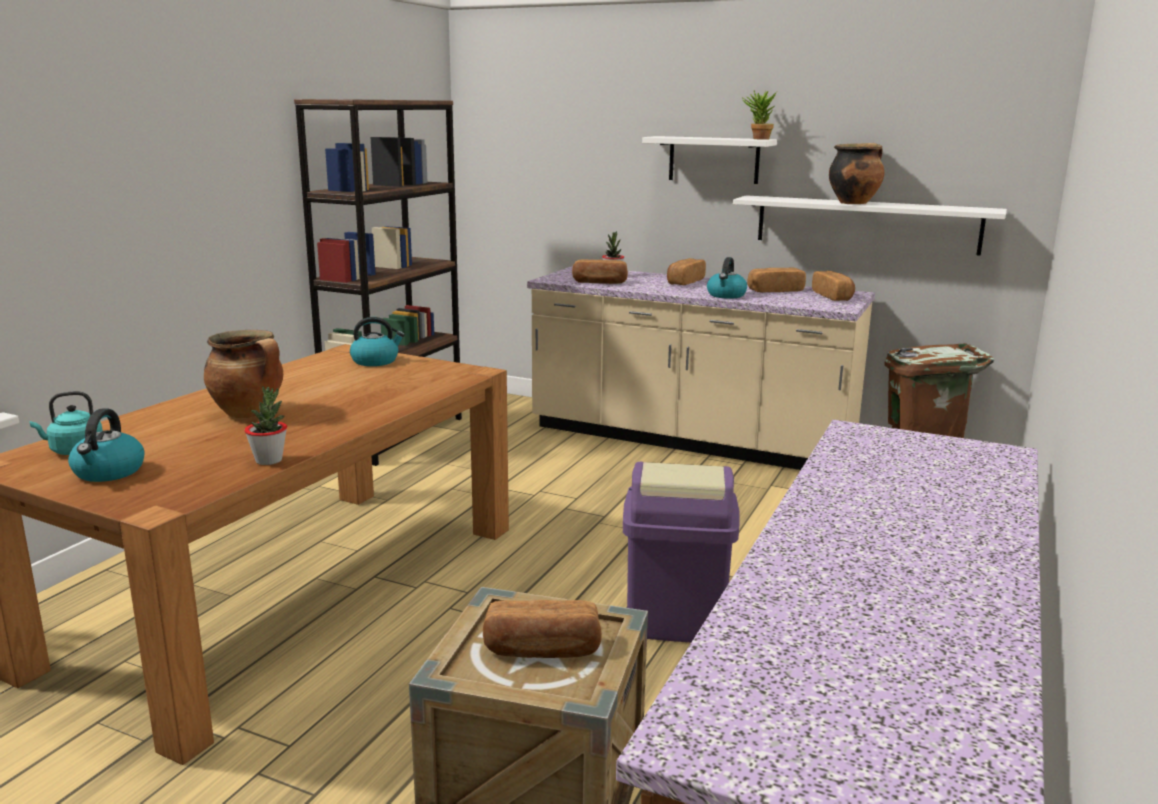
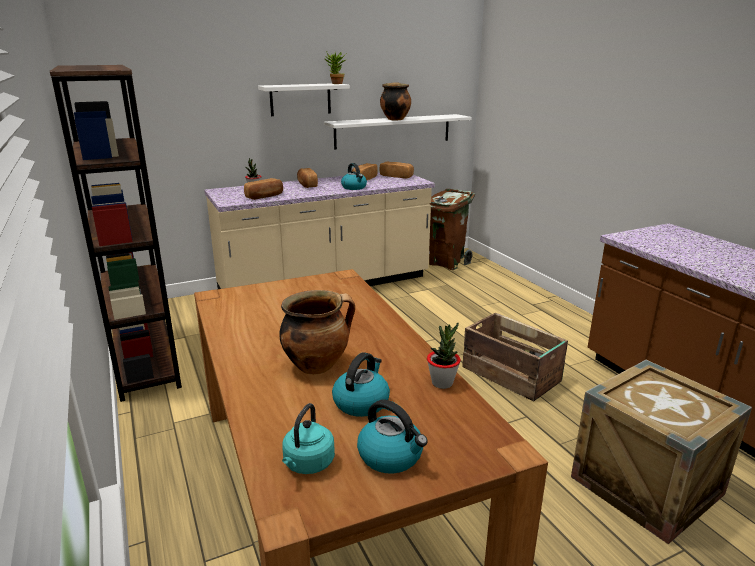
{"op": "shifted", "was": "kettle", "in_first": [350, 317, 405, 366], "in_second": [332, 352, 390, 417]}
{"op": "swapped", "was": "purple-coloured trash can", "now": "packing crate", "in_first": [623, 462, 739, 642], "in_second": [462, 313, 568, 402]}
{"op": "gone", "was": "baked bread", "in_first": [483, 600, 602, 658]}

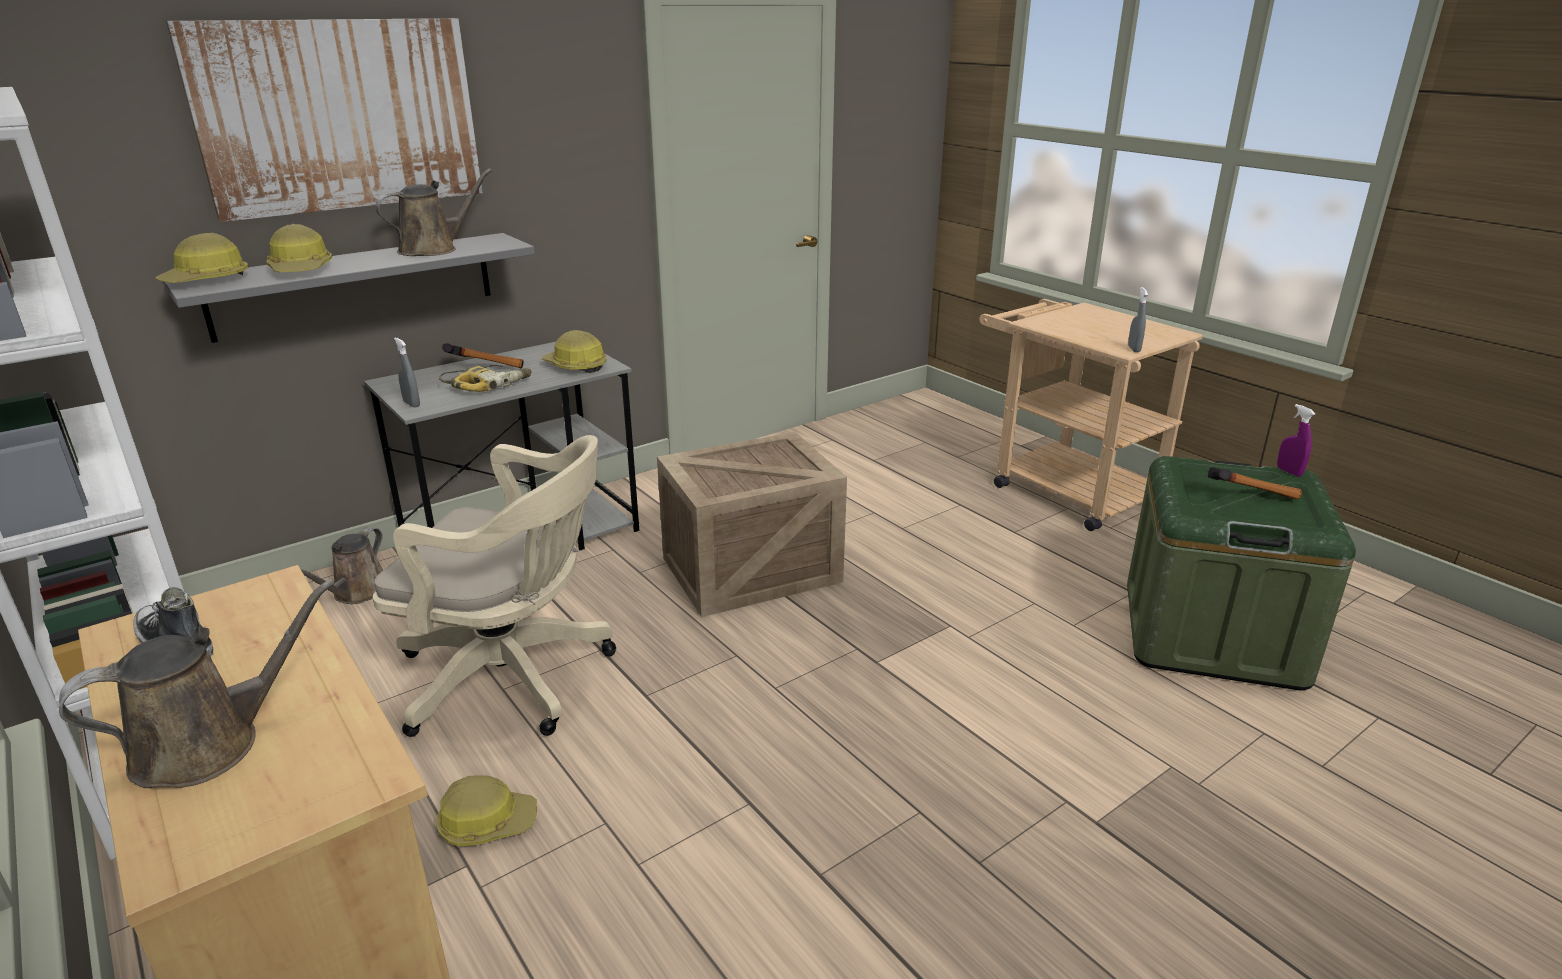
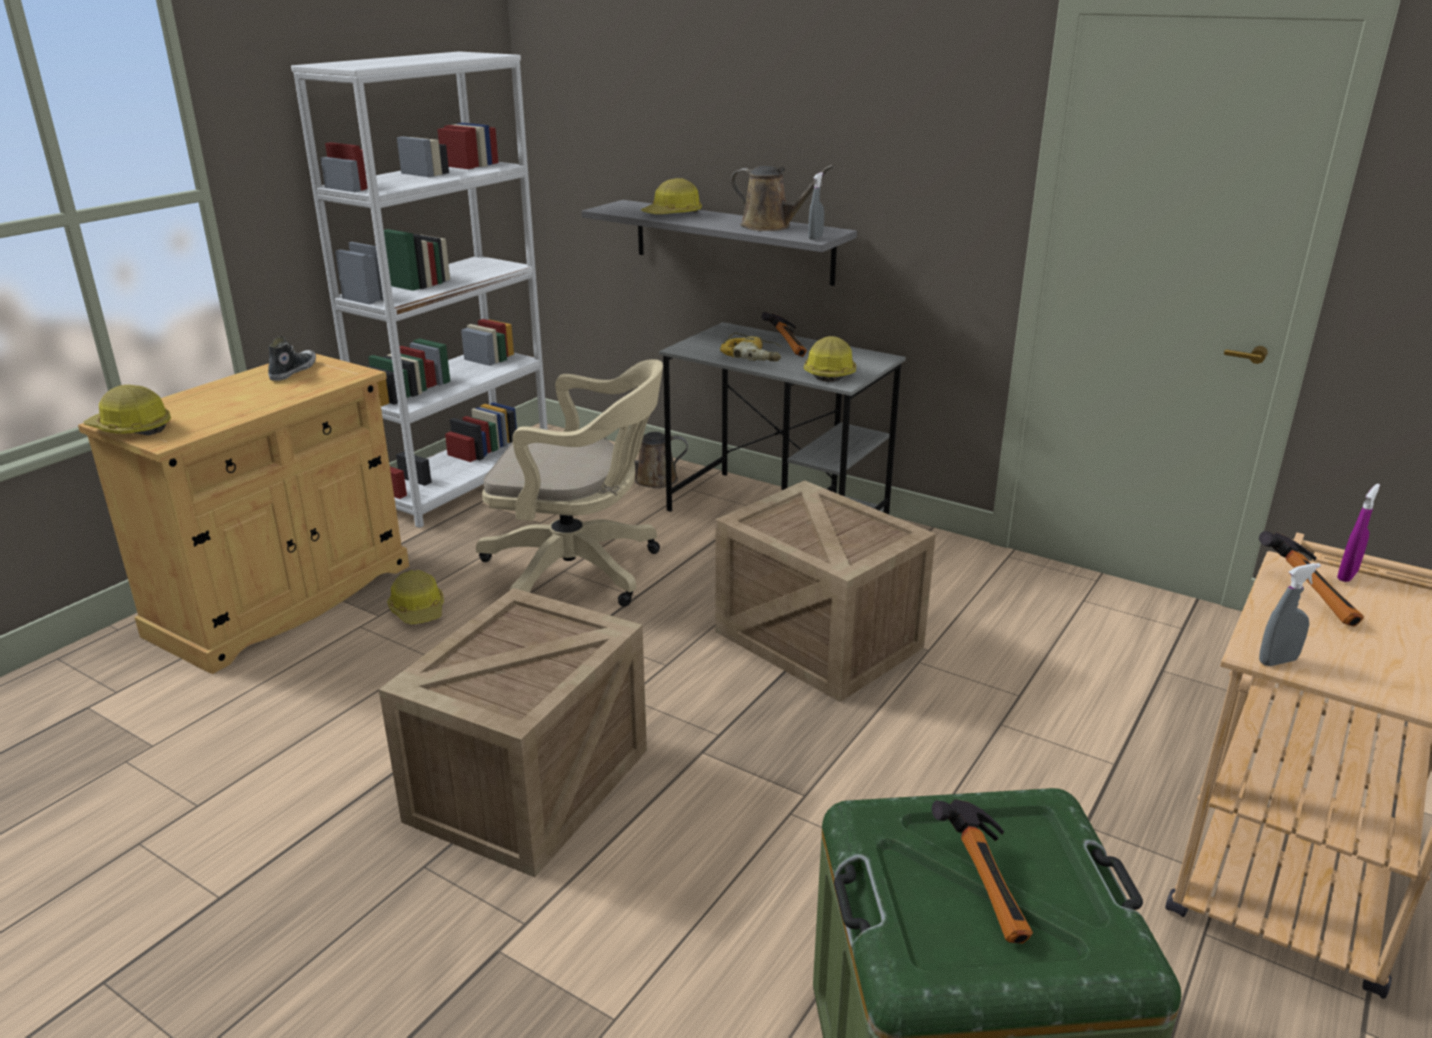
{"op": "shifted", "was": "work helmet", "in_first": [155, 233, 248, 283], "in_second": [84, 385, 171, 435]}
{"op": "new", "now": "packing crate", "in_second": [379, 588, 647, 877]}
{"op": "rotated", "was": "sand-coloured office chair", "in_first": [372, 435, 616, 737], "in_second": [476, 359, 663, 607], "clockwise": -75}
{"op": "shifted", "was": "greyish sprayer", "in_first": [394, 337, 420, 407], "in_second": [808, 172, 824, 240]}
{"op": "new", "now": "hammer", "in_second": [1259, 531, 1364, 627]}
{"op": "shifted", "was": "purple-coloured sprayer", "in_first": [1277, 404, 1315, 477], "in_second": [1337, 483, 1380, 582]}
{"op": "gone", "was": "brown-coloured watering can", "in_first": [59, 579, 335, 788]}
{"op": "gone", "was": "wall art", "in_first": [166, 18, 482, 222]}

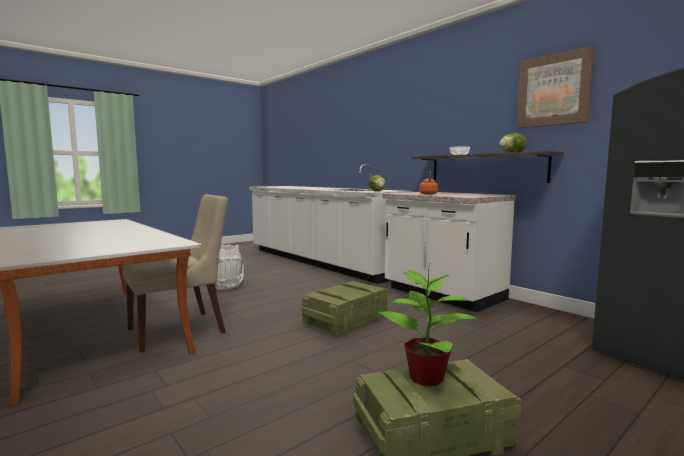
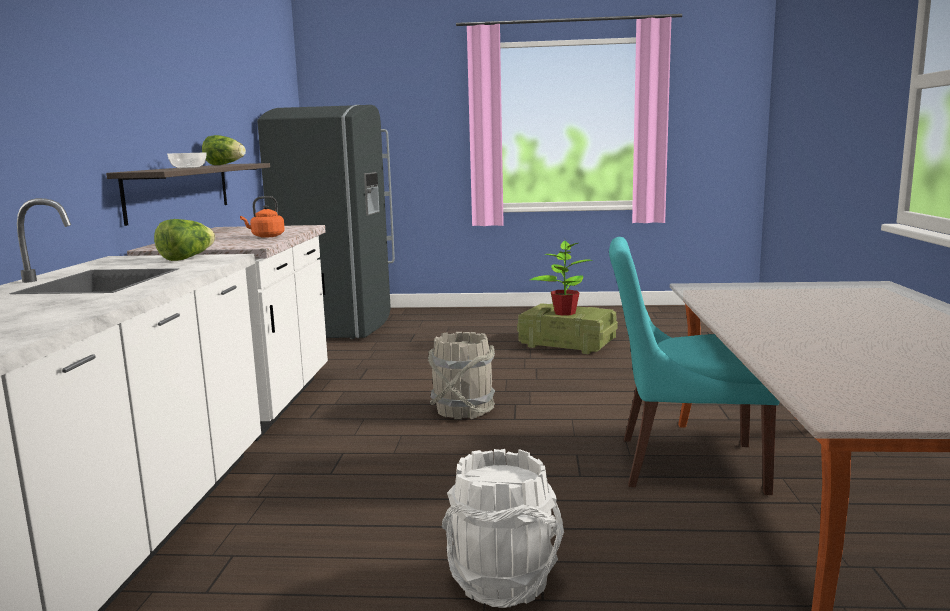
{"op": "swapped", "was": "packing crate", "now": "greyish pail", "in_first": [302, 281, 388, 336], "in_second": [428, 332, 495, 419]}
{"op": "repainted", "was": "sand-coloured upright chair", "now": "turquoise upright chair", "in_first": [122, 194, 228, 353], "in_second": [609, 237, 780, 495]}
{"op": "gone", "was": "wall art", "in_first": [517, 46, 595, 128]}

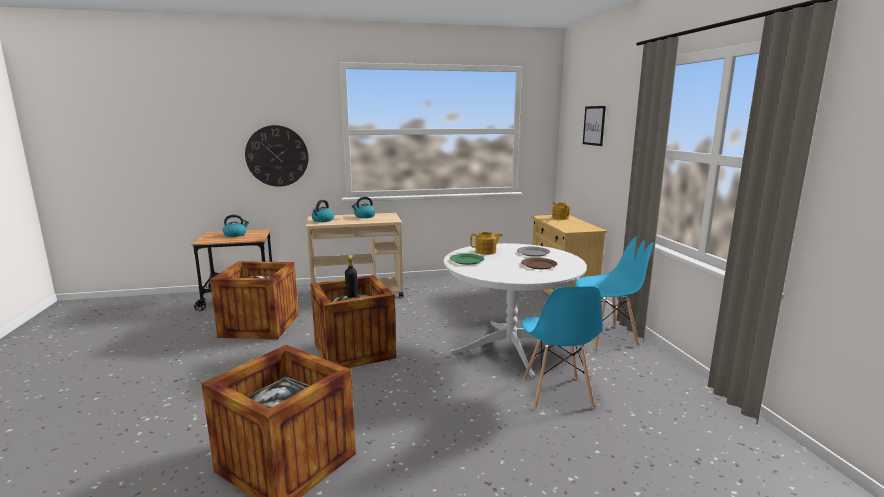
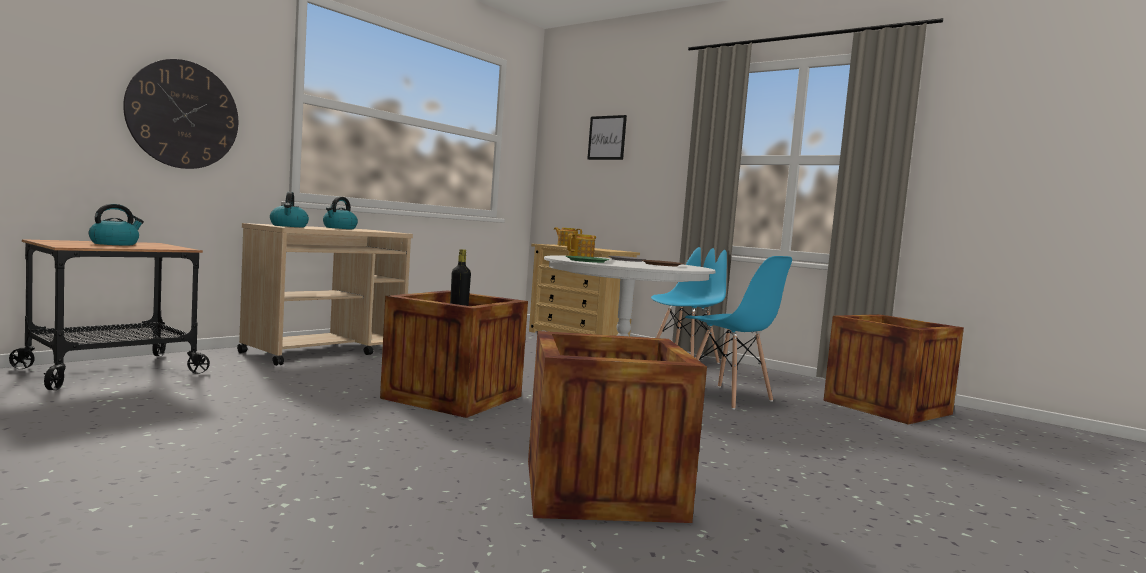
{"op": "shifted", "was": "packing crate", "in_first": [210, 261, 299, 339], "in_second": [823, 314, 964, 424]}

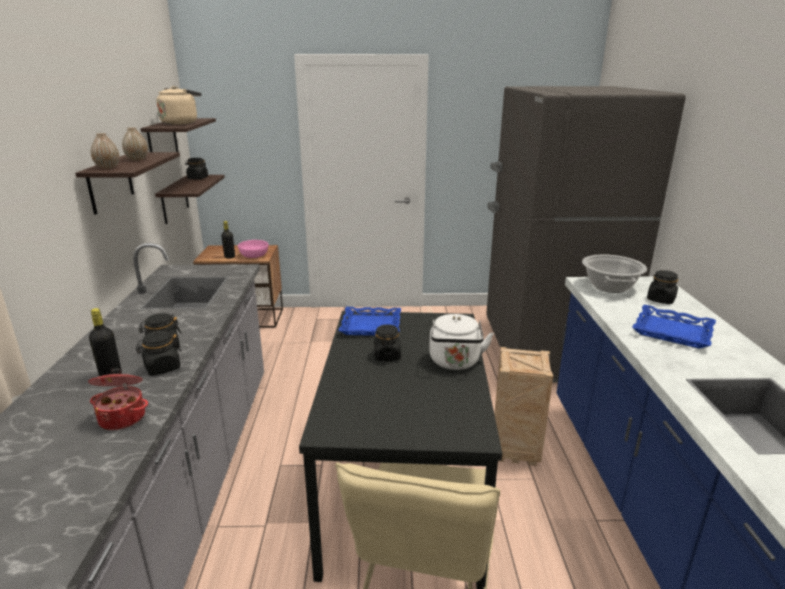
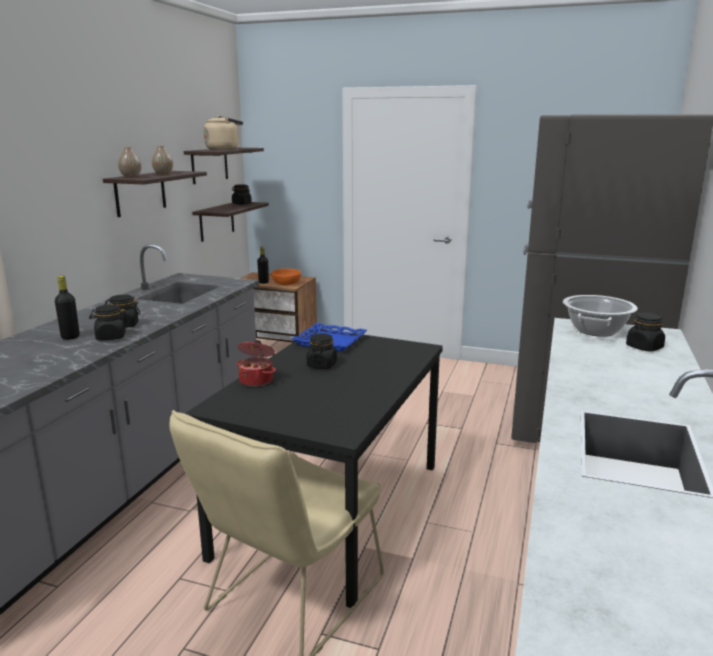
{"op": "shifted", "was": "stockpot", "in_first": [88, 368, 148, 430], "in_second": [236, 340, 276, 387]}
{"op": "repainted", "was": "pinkish deep dish", "now": "orangey deep dish", "in_first": [238, 240, 269, 258], "in_second": [271, 269, 301, 285]}
{"op": "gone", "was": "whitish kettle", "in_first": [429, 314, 494, 370]}
{"op": "gone", "was": "packing crate", "in_first": [494, 347, 553, 466]}
{"op": "gone", "was": "bluish tray", "in_first": [632, 305, 716, 349]}

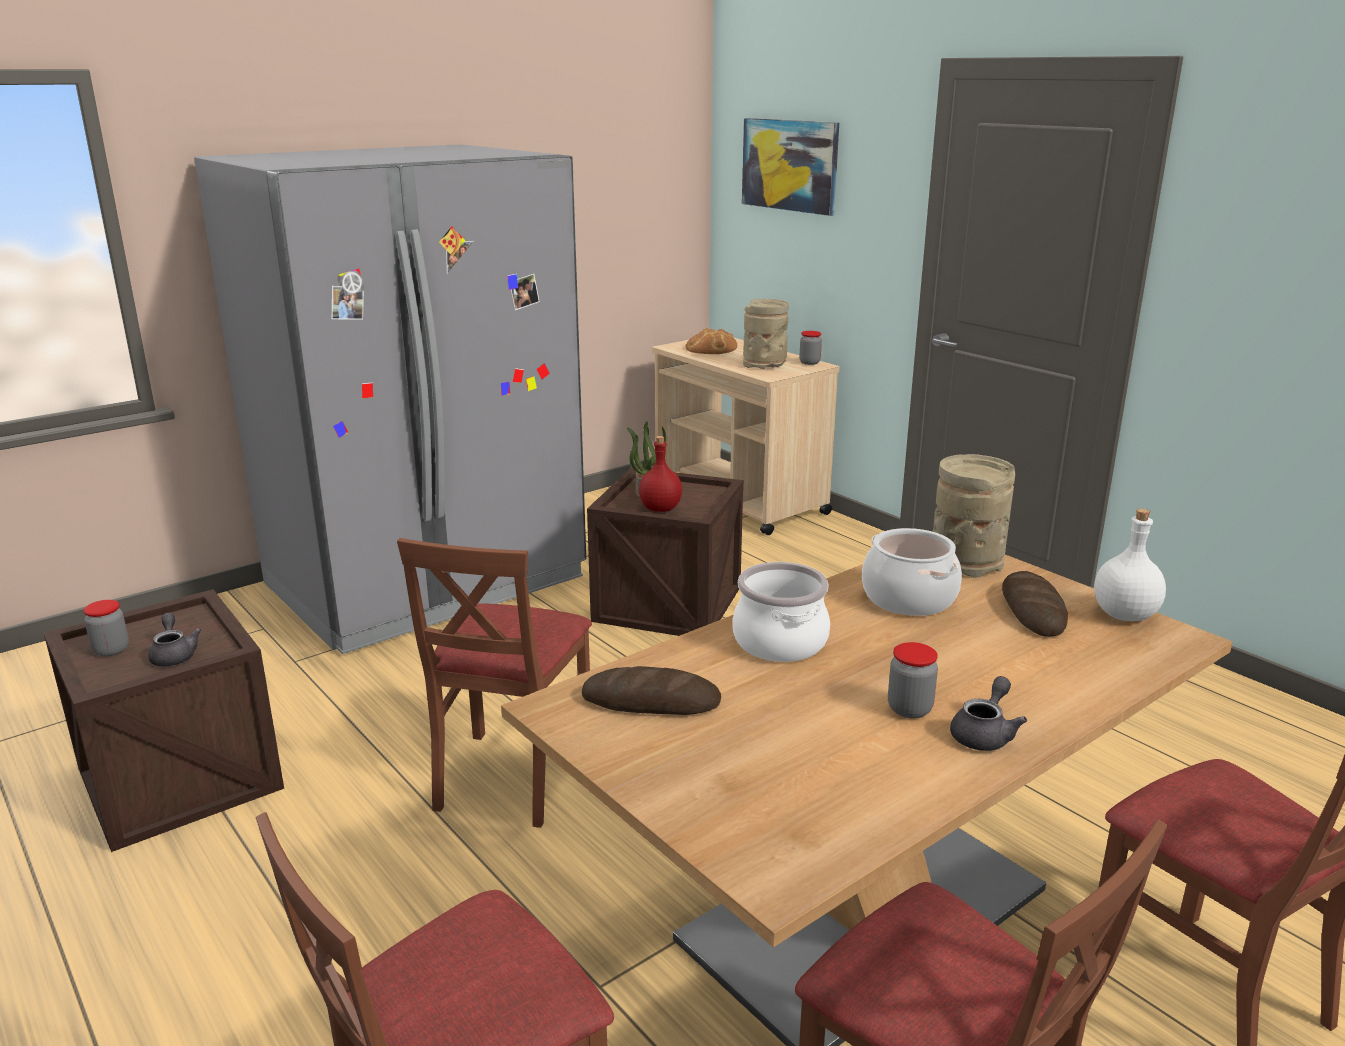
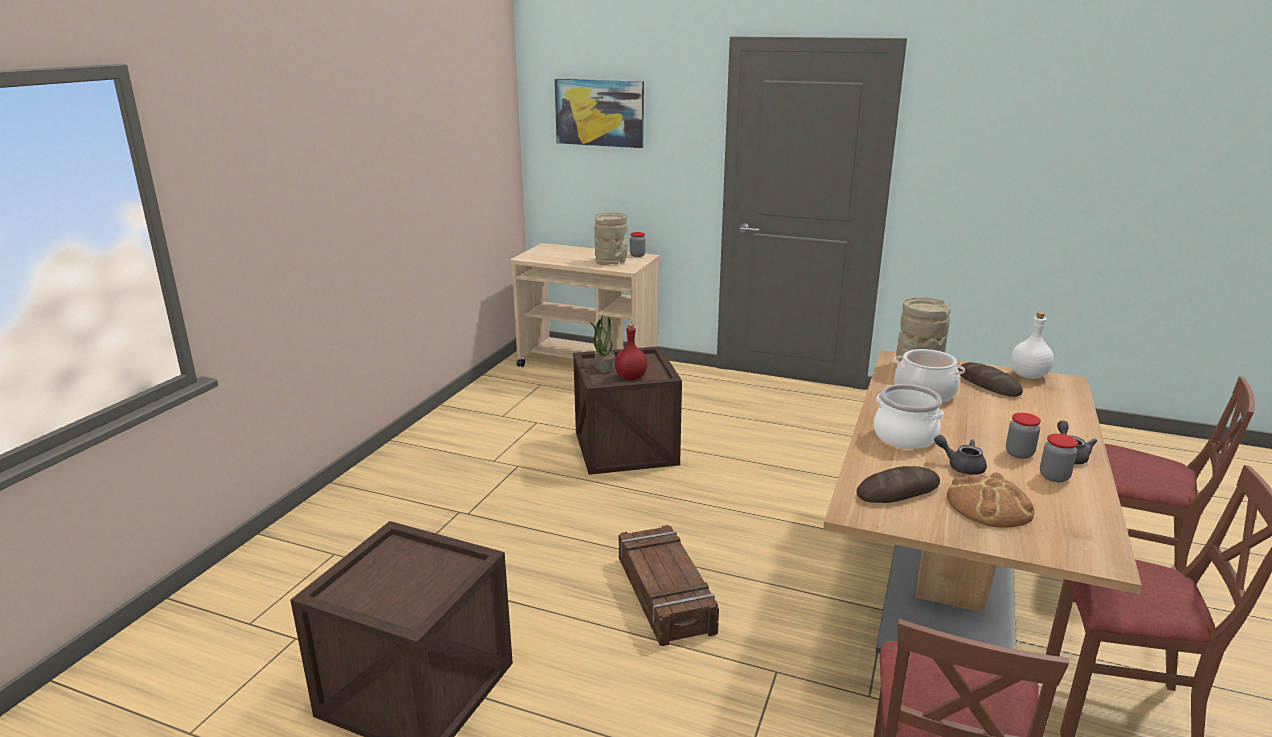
{"op": "swapped", "was": "brown-coloured upright chair", "now": "packing crate", "in_first": [397, 538, 592, 828], "in_second": [619, 525, 719, 646]}
{"op": "shifted", "was": "greyish tea pot", "in_first": [148, 613, 202, 666], "in_second": [934, 435, 987, 475]}
{"op": "shifted", "was": "baked bread", "in_first": [685, 328, 737, 354], "in_second": [947, 472, 1034, 528]}
{"op": "shifted", "was": "jar", "in_first": [83, 600, 129, 657], "in_second": [1040, 434, 1078, 482]}
{"op": "gone", "was": "greyish kitchen fridge", "in_first": [194, 144, 586, 654]}

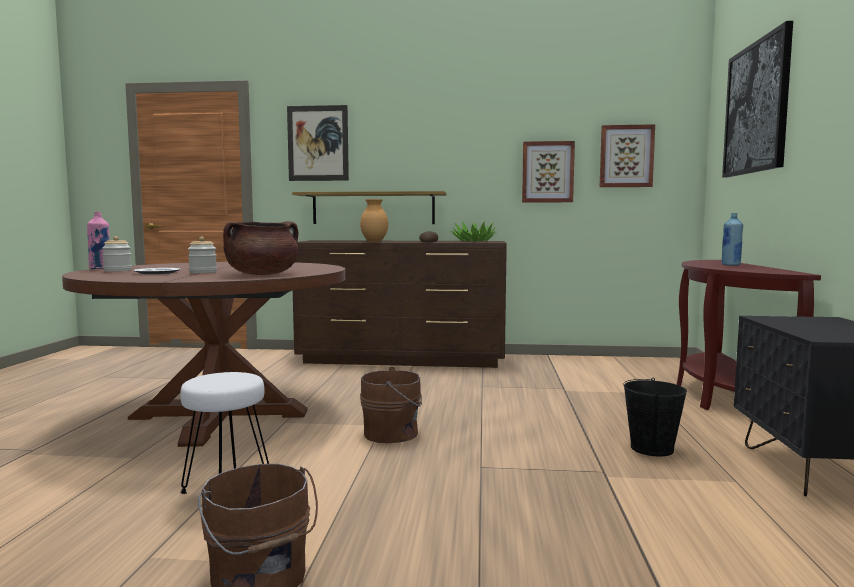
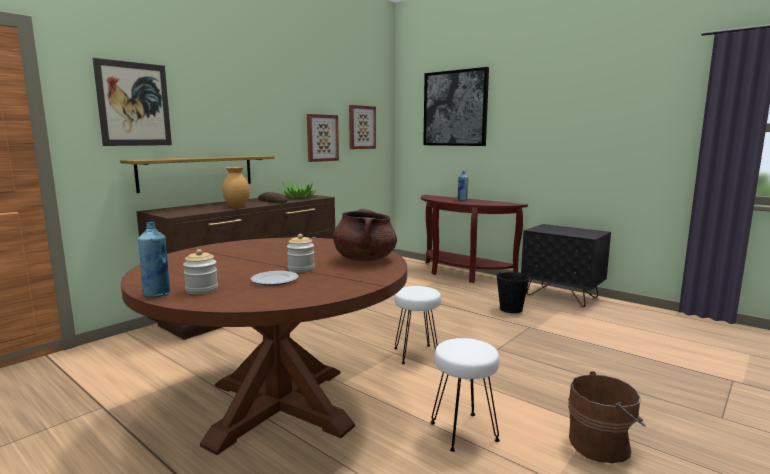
{"op": "repainted", "was": "pinkish bottle", "now": "bluish bottle", "in_first": [87, 212, 110, 269], "in_second": [138, 222, 170, 298]}
{"op": "swapped", "was": "brown-coloured pail", "now": "whitish stool", "in_first": [360, 367, 422, 443], "in_second": [394, 286, 441, 364]}

